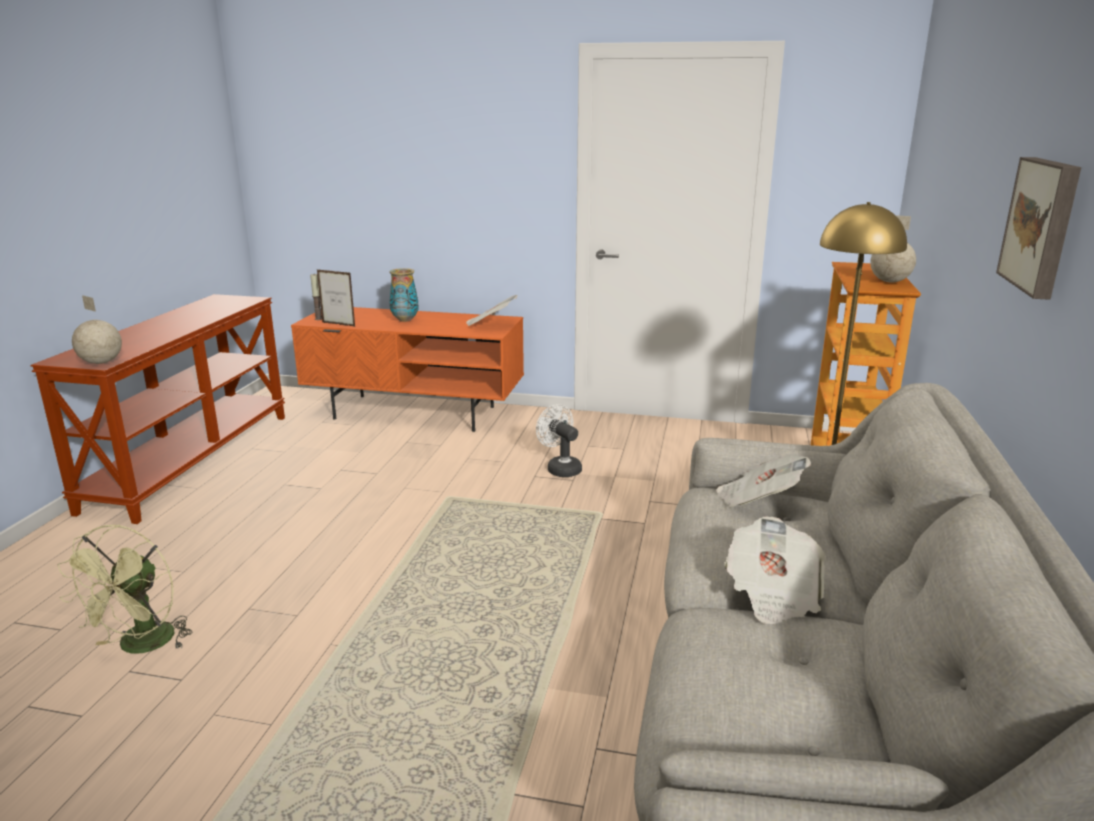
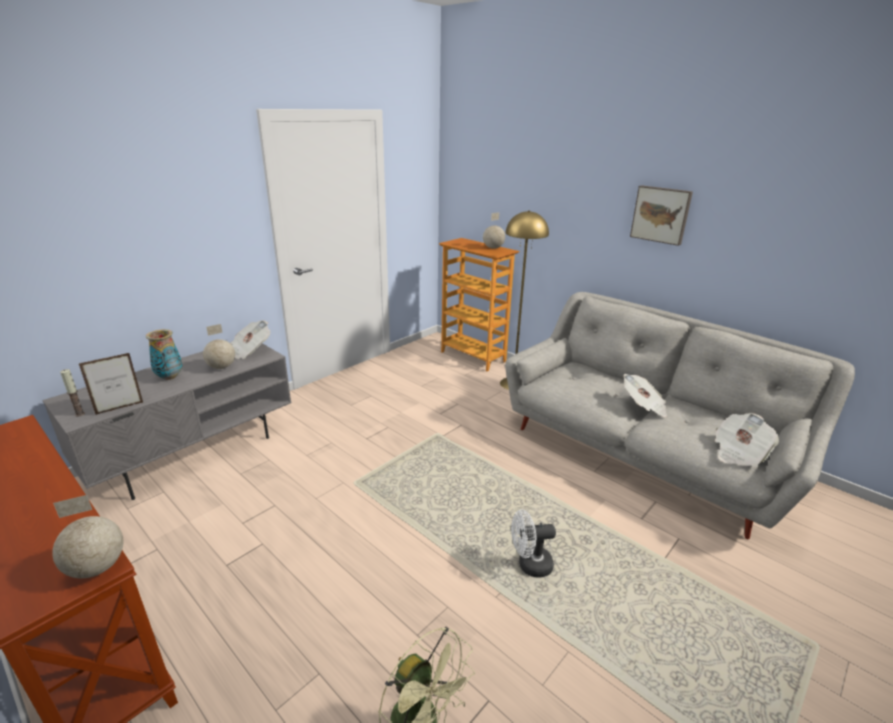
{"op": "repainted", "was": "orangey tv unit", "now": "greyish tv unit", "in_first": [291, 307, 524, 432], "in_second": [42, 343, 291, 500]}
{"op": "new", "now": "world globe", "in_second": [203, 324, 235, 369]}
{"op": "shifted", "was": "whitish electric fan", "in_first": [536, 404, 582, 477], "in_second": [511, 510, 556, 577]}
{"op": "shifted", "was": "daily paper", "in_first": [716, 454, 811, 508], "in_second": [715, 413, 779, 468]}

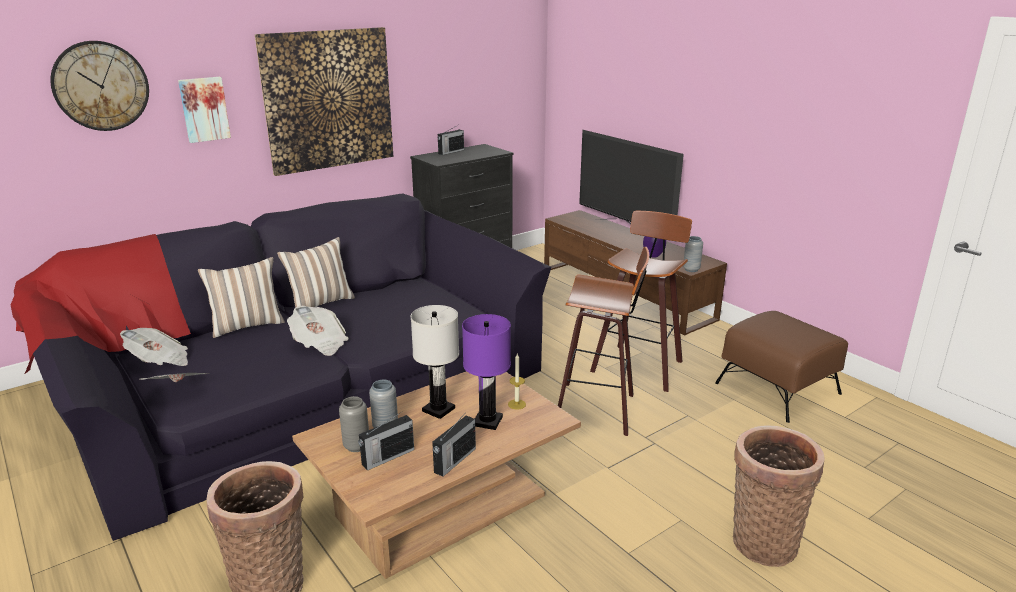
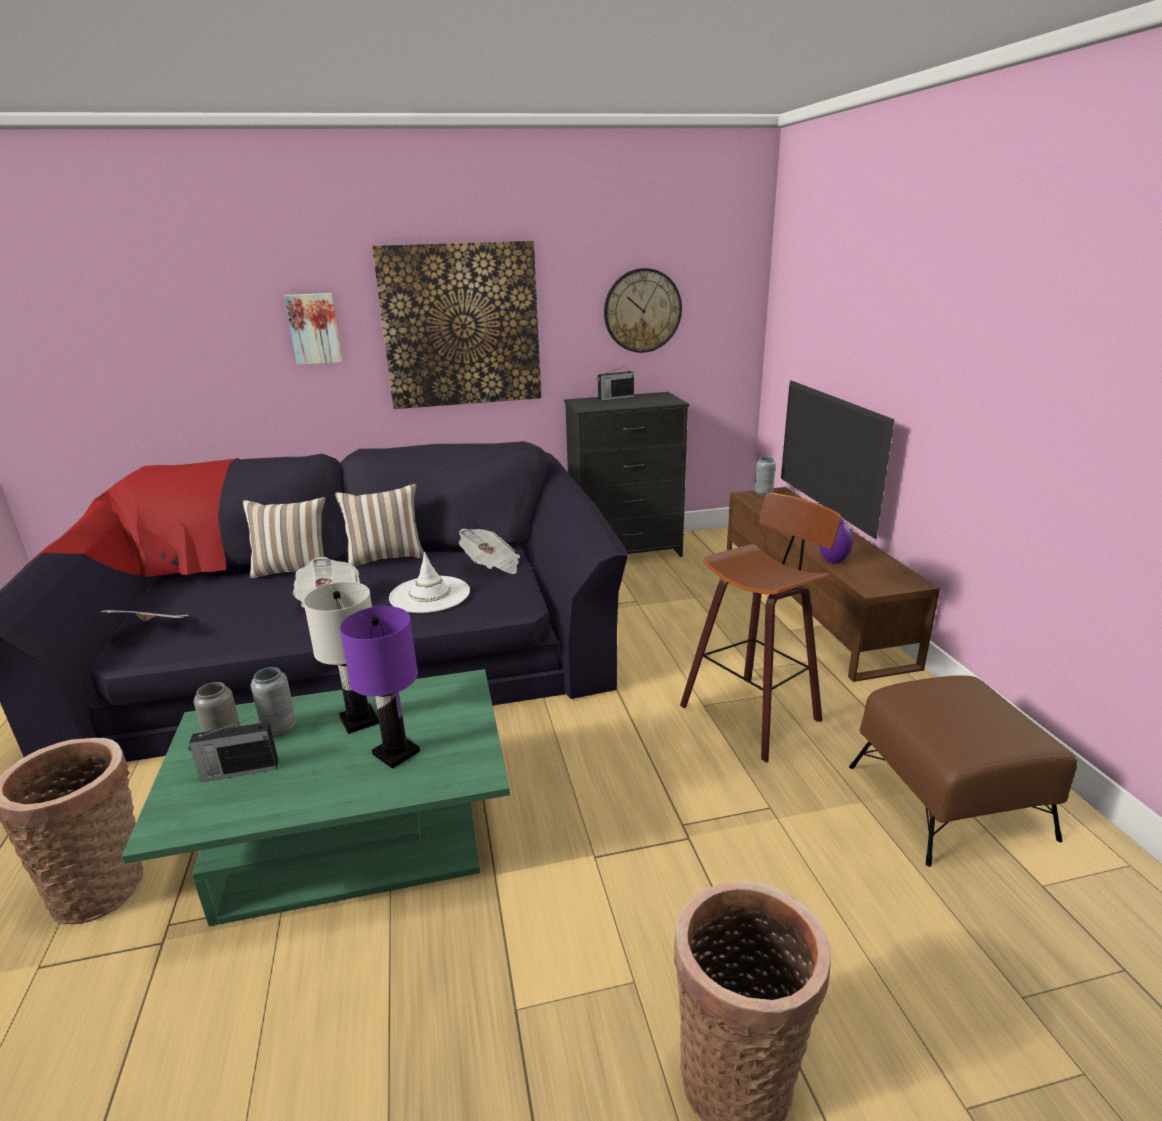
{"op": "repainted", "was": "brown-coloured lounge table", "now": "green lounge table", "in_first": [292, 371, 581, 579], "in_second": [122, 669, 510, 926]}
{"op": "new", "now": "whitish wearable hat", "in_second": [389, 552, 470, 613]}
{"op": "shifted", "was": "daily paper", "in_first": [120, 328, 188, 366], "in_second": [459, 529, 520, 574]}
{"op": "shifted", "was": "clock on the wall", "in_first": [50, 41, 149, 131], "in_second": [604, 268, 682, 353]}
{"op": "shifted", "was": "greyish flower vase", "in_first": [683, 236, 703, 272], "in_second": [755, 457, 776, 496]}
{"op": "gone", "was": "radio", "in_first": [432, 416, 476, 477]}
{"op": "gone", "was": "wax candle", "in_first": [508, 354, 526, 410]}
{"op": "gone", "was": "stool", "in_first": [558, 247, 649, 436]}

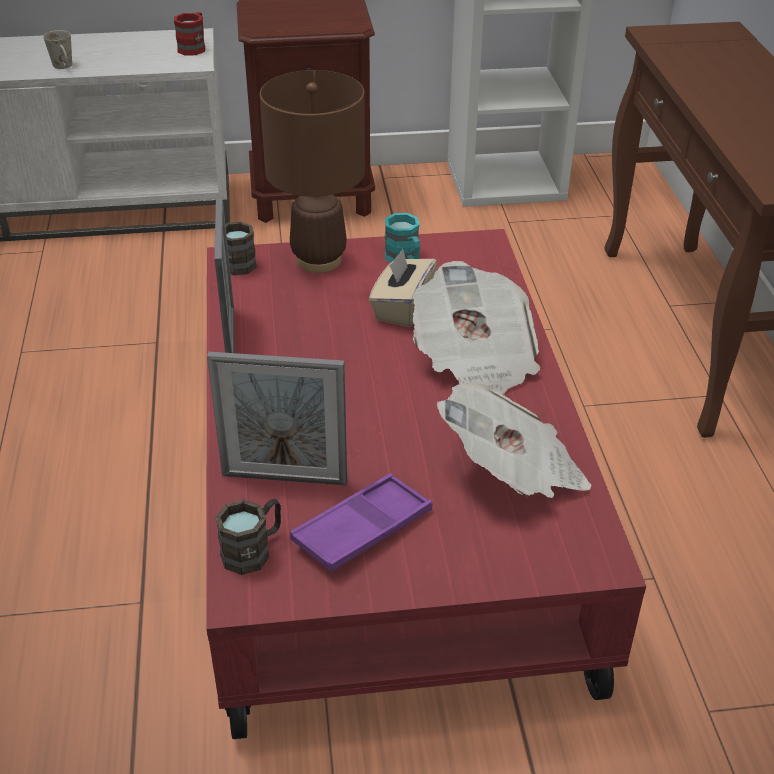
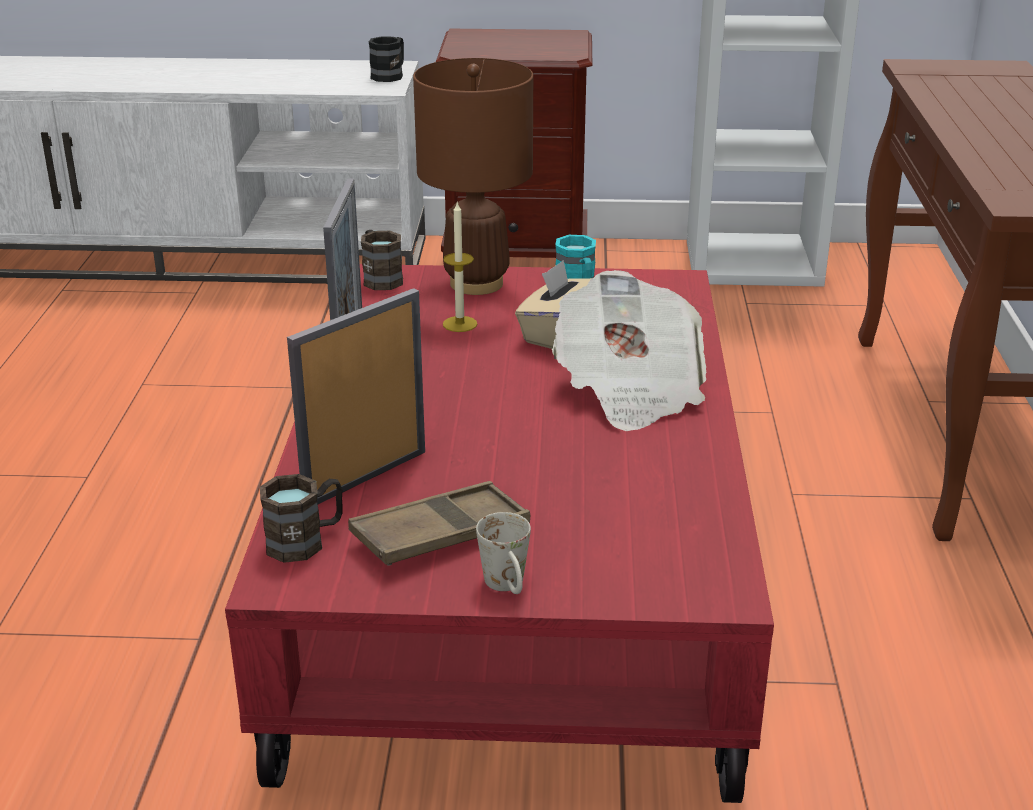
{"op": "rotated", "was": "picture frame", "in_first": [207, 352, 347, 486], "in_second": [287, 288, 425, 504], "clockwise": 120}
{"op": "repainted", "was": "purple-coloured tray", "now": "brown-coloured tray", "in_first": [290, 473, 432, 572], "in_second": [348, 481, 530, 566]}
{"op": "repainted", "was": "reddish coffee mug", "now": "black coffee mug", "in_first": [174, 12, 205, 56], "in_second": [369, 36, 404, 82]}
{"op": "new", "now": "wax candle", "in_second": [443, 202, 478, 332]}
{"op": "shifted", "was": "whitish coffee mug", "in_first": [43, 30, 72, 69], "in_second": [476, 512, 531, 594]}
{"op": "gone", "was": "daily paper", "in_first": [437, 383, 591, 498]}

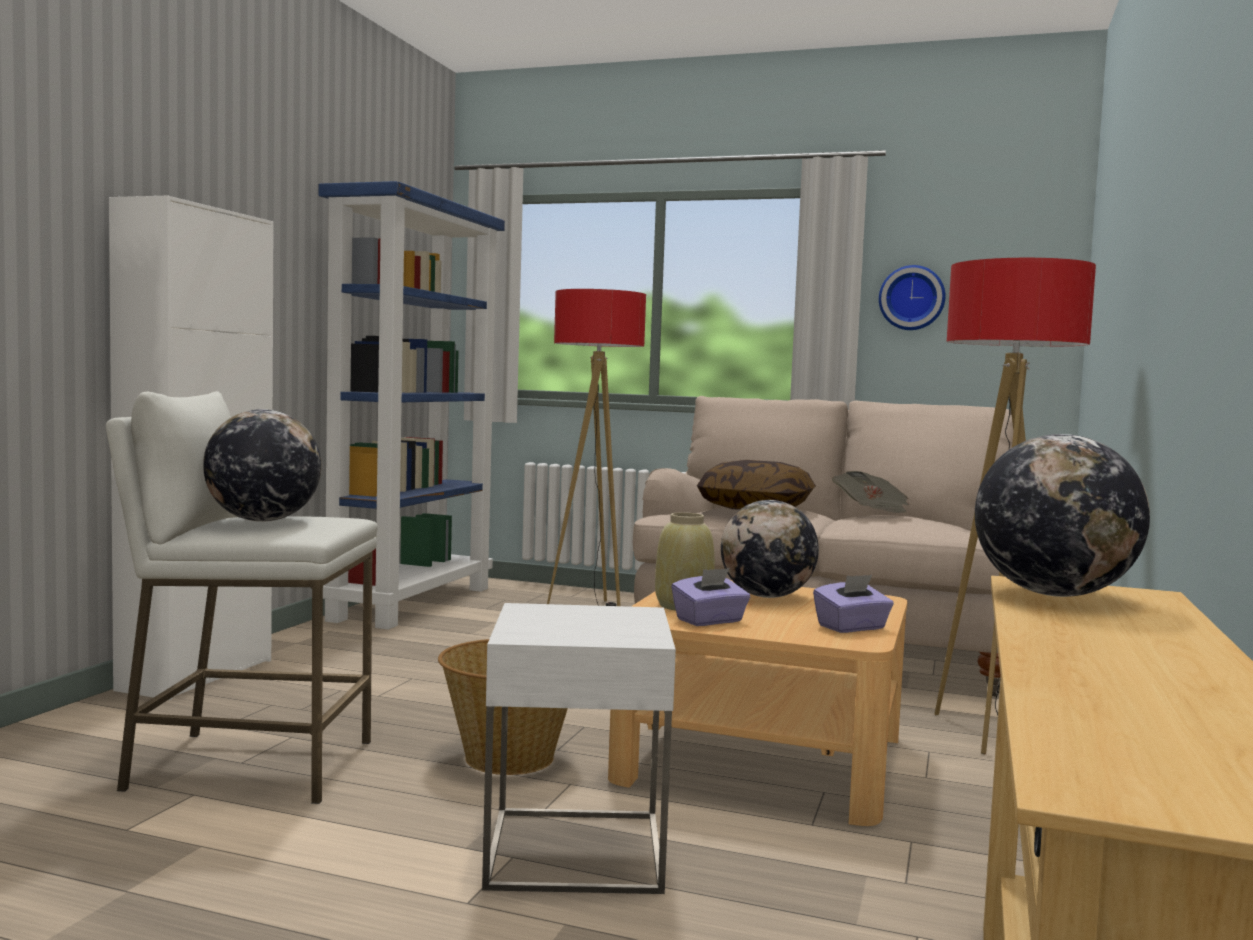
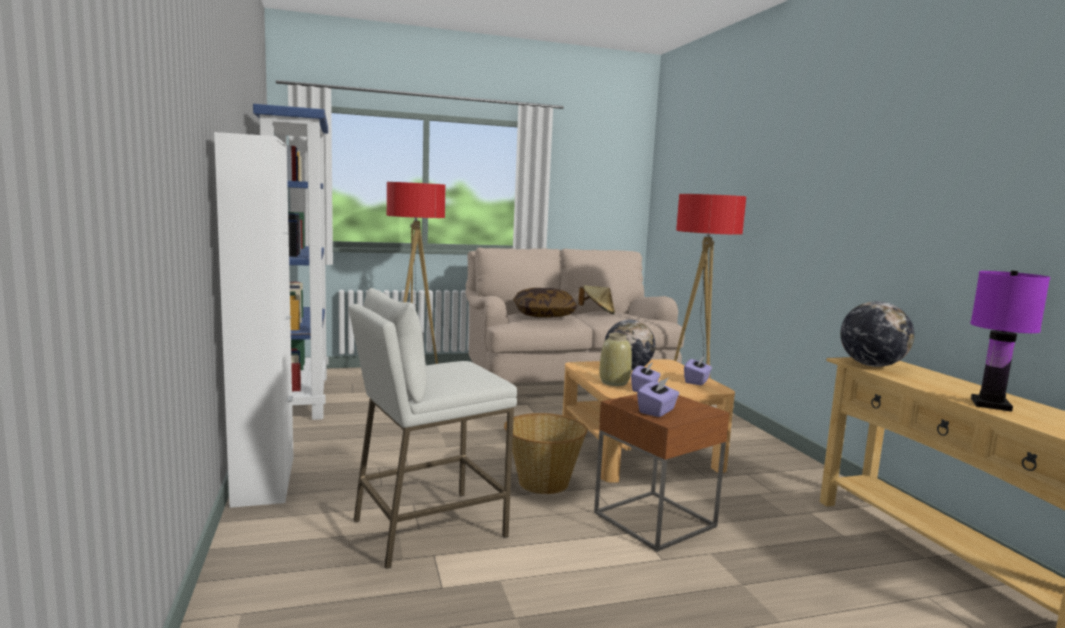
{"op": "swapped", "was": "daily paper", "now": "sand-coloured wearable hat", "in_first": [832, 471, 909, 513], "in_second": [578, 285, 615, 314]}
{"op": "repainted", "was": "whitish accent table", "now": "brown-coloured accent table", "in_first": [482, 603, 676, 894], "in_second": [594, 394, 729, 552]}
{"op": "new", "now": "purple-coloured tissue holder", "in_second": [637, 377, 679, 417]}
{"op": "new", "now": "purple-coloured table lamp", "in_second": [970, 271, 1050, 412]}
{"op": "gone", "was": "world globe", "in_first": [203, 409, 322, 522]}
{"op": "gone", "was": "clock on the wall", "in_first": [879, 265, 946, 330]}

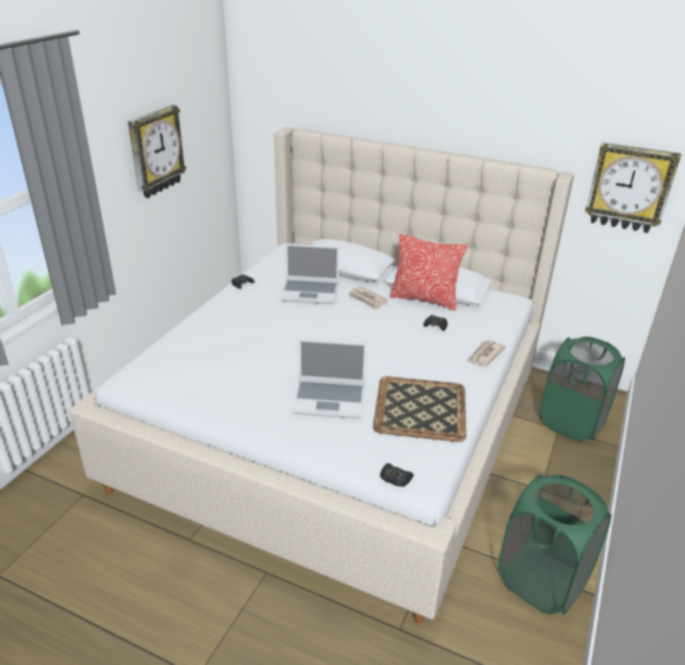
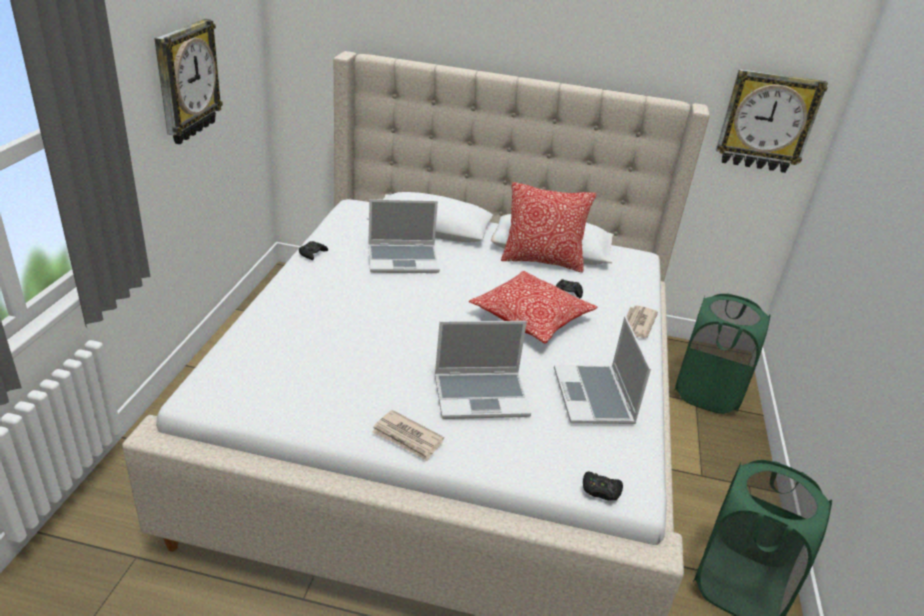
{"op": "shifted", "was": "daily paper", "in_first": [348, 286, 388, 310], "in_second": [372, 410, 444, 461]}
{"op": "new", "now": "throw pillow", "in_second": [469, 271, 597, 344]}
{"op": "swapped", "was": "tray", "now": "portable computer", "in_first": [373, 376, 466, 442], "in_second": [554, 316, 651, 424]}

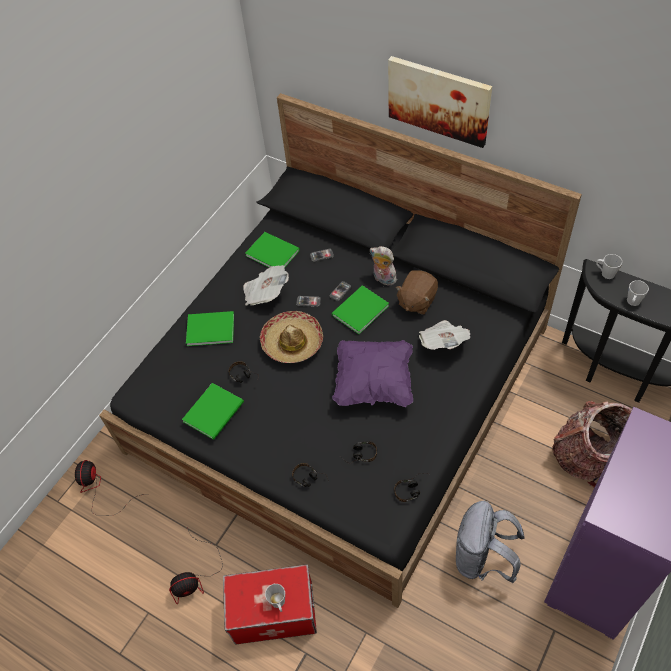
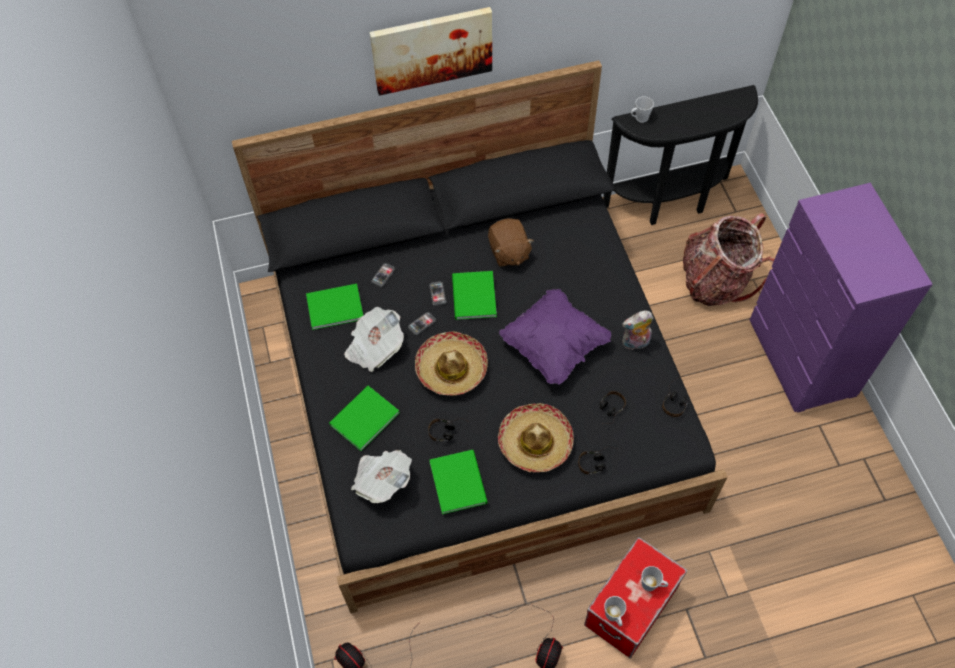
{"op": "shifted", "was": "daily paper", "in_first": [419, 320, 471, 350], "in_second": [351, 450, 412, 503]}
{"op": "new", "now": "wearable hat", "in_second": [498, 403, 574, 473]}
{"op": "shifted", "was": "greyish coffee mug", "in_first": [627, 280, 649, 306], "in_second": [604, 596, 626, 626]}
{"op": "shifted", "was": "soft toy", "in_first": [370, 246, 399, 285], "in_second": [622, 311, 653, 350]}
{"op": "gone", "was": "greyish knapsack", "in_first": [456, 501, 525, 583]}

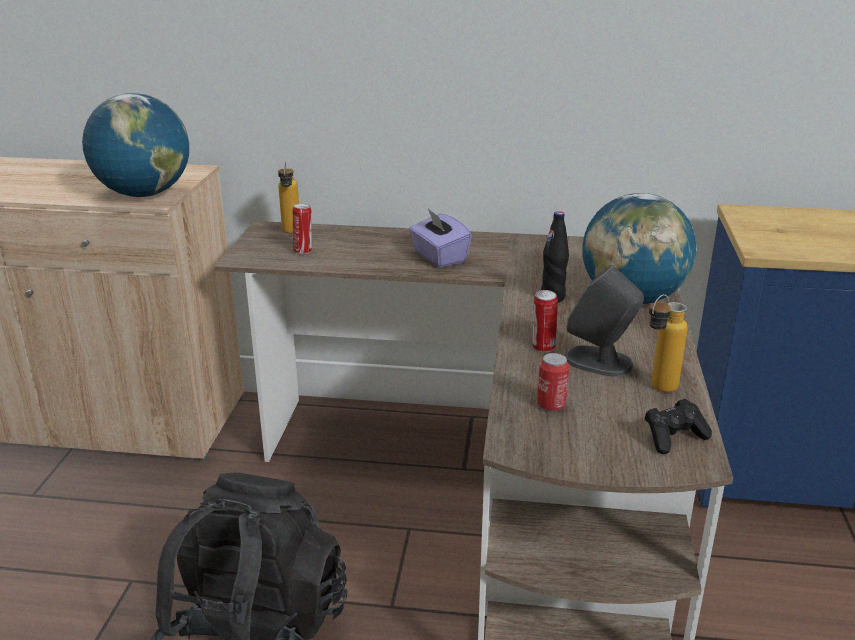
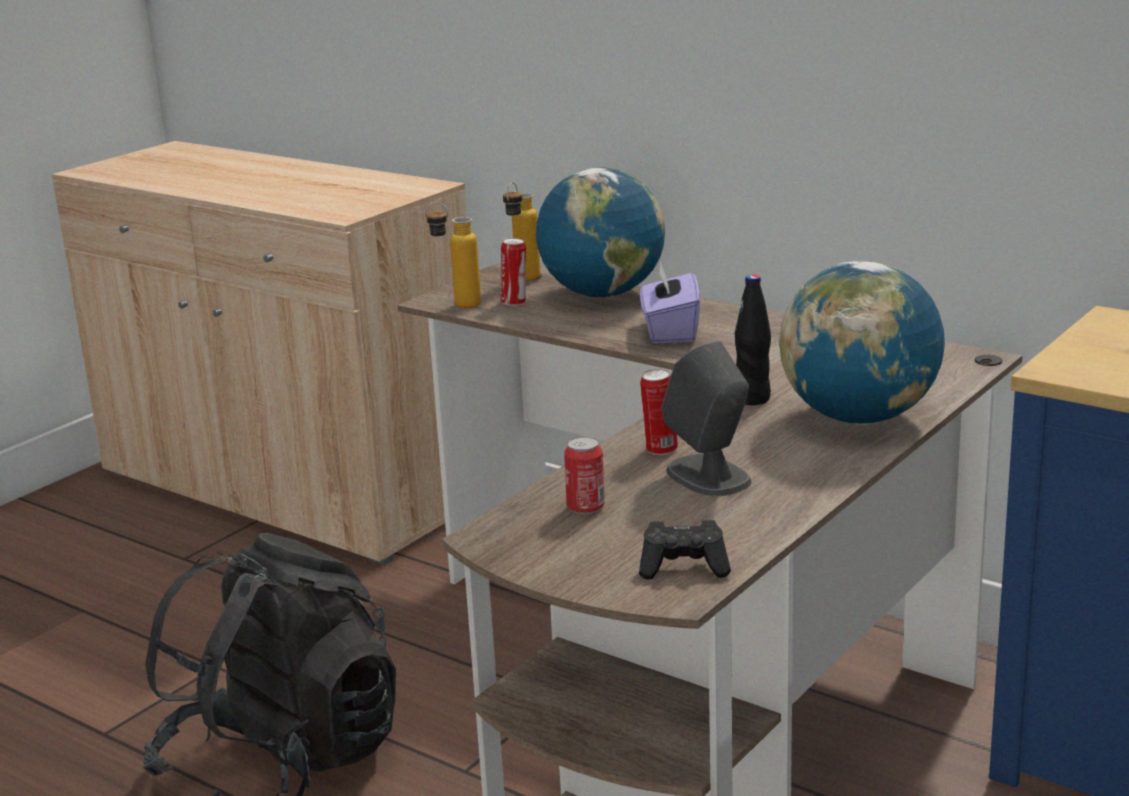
{"op": "shifted", "was": "bottle", "in_first": [649, 294, 688, 392], "in_second": [425, 202, 481, 308]}
{"op": "shifted", "was": "world globe", "in_first": [82, 93, 189, 197], "in_second": [536, 167, 665, 297]}

